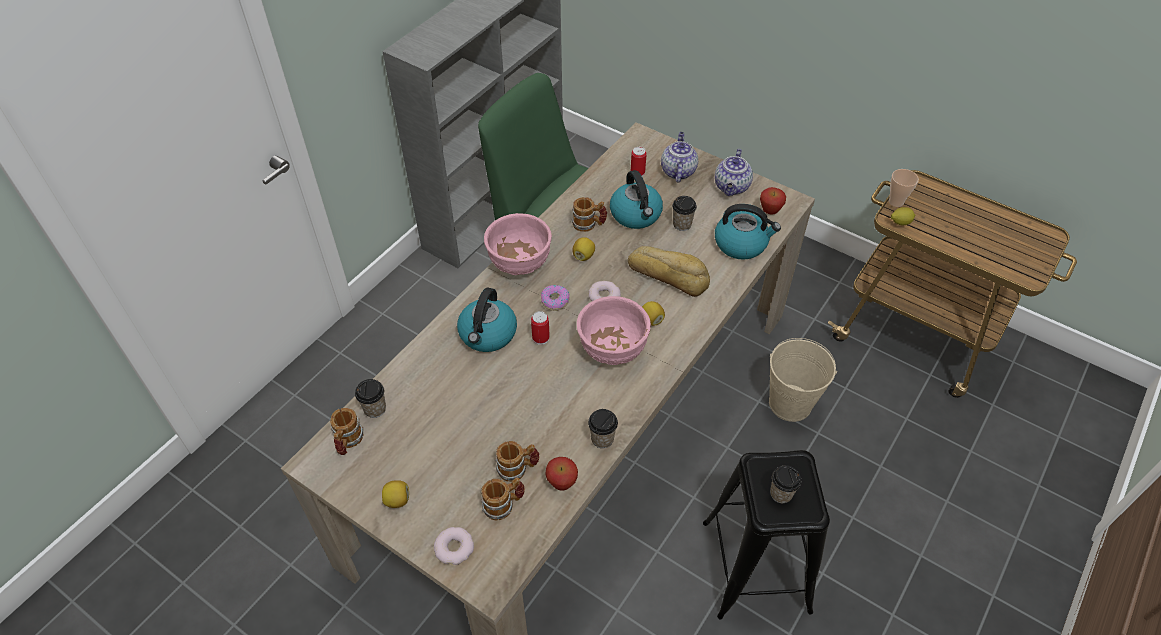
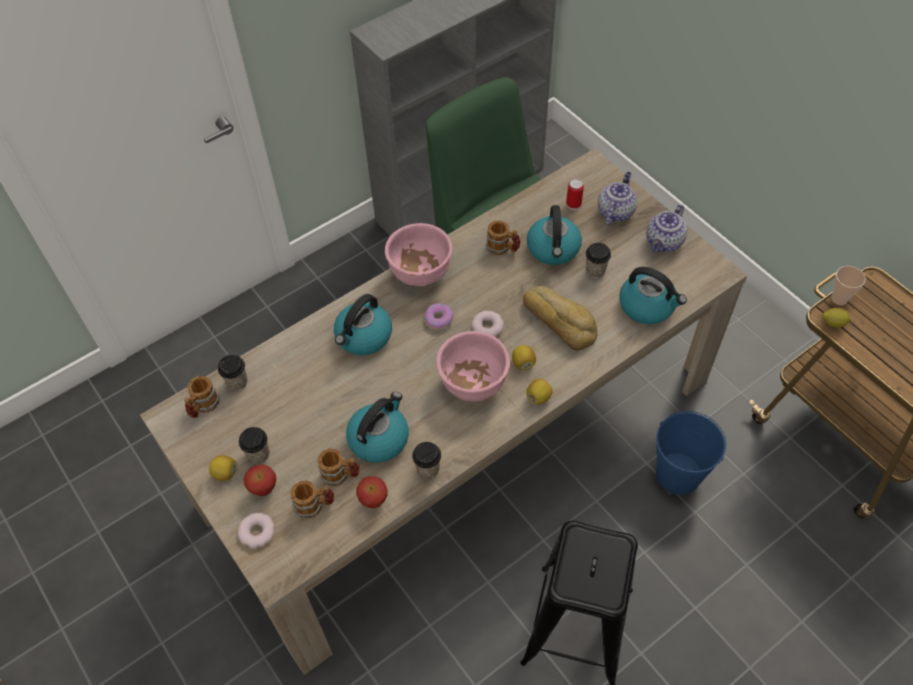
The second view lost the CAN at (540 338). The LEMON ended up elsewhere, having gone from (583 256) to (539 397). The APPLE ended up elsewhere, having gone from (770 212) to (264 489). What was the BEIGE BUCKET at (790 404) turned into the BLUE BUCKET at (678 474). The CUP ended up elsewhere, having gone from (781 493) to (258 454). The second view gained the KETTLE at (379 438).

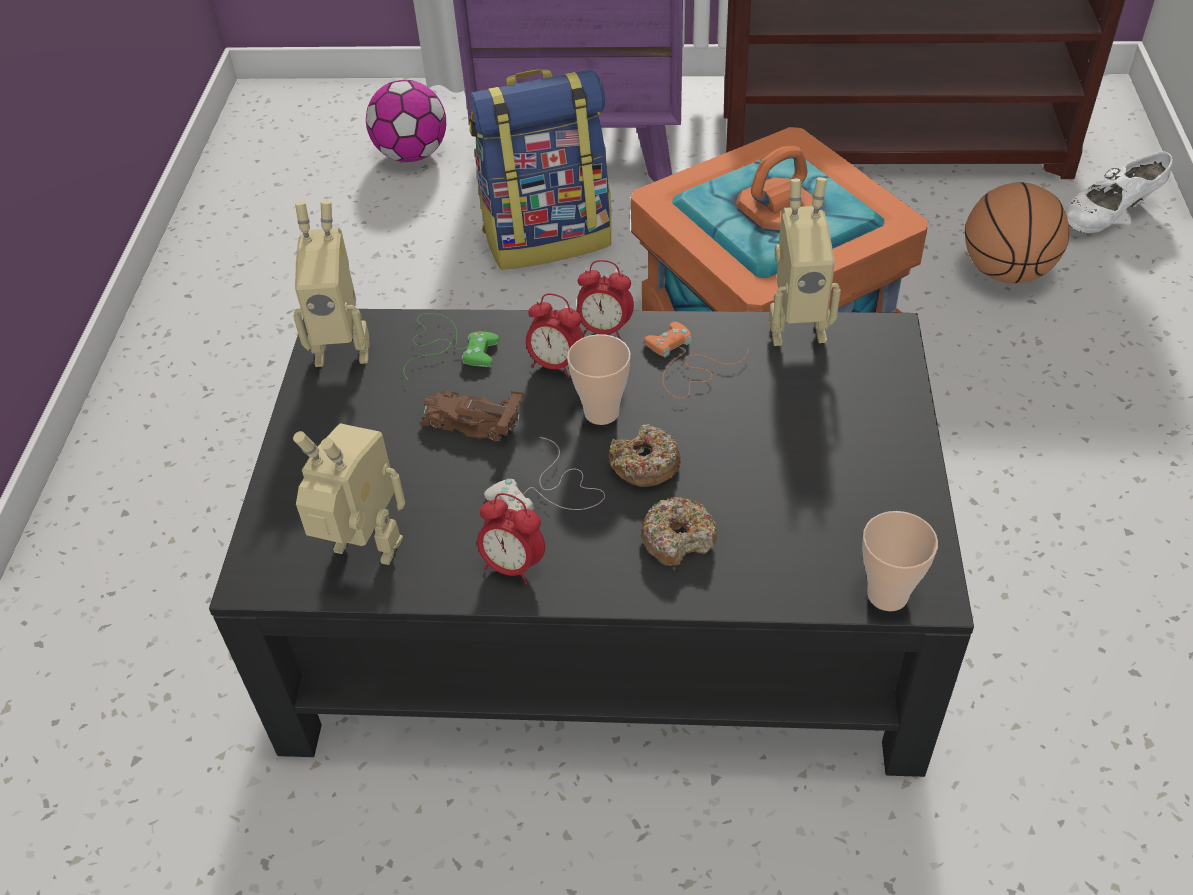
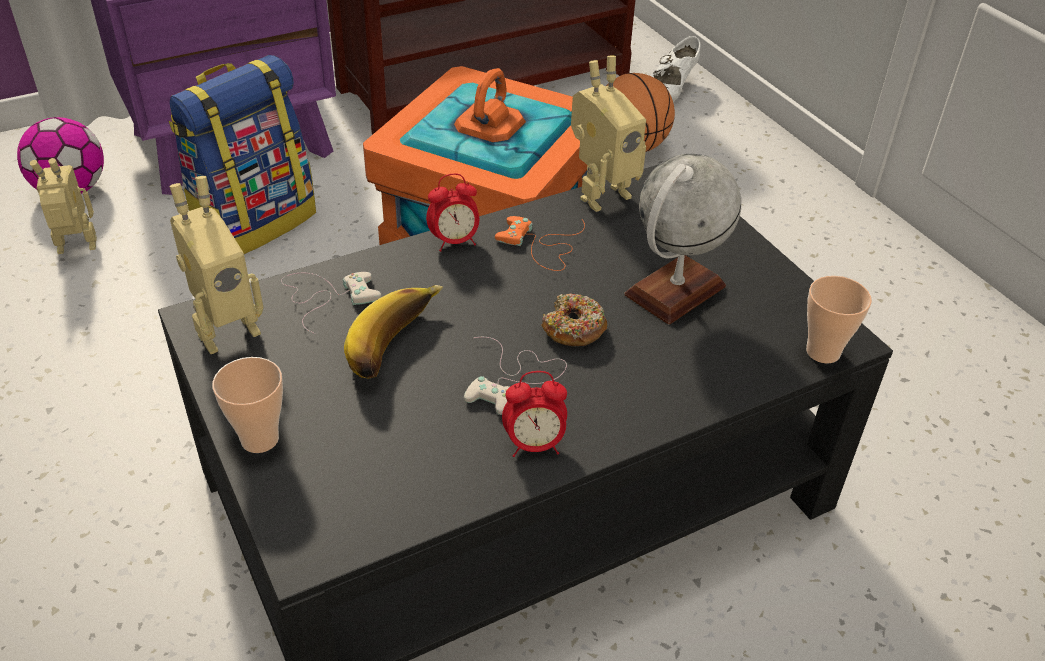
The TOY ROBOT ended up elsewhere, having gone from (363 554) to (77 249). What was the GREEN GAME CONTROLLER at (447 346) turned into the WHITE GAME CONTROLLER at (326 296). Where the BROWN TOY CAR stood at (471 421), the BANANA came to stand at (399 347). The second view lost the ALARM CLOCK at (556 365). The CUP ended up elsewhere, having gone from (601 412) to (260 439). The second view lost the DONUT at (678 538). The second view gained the GLOBE at (675 291).

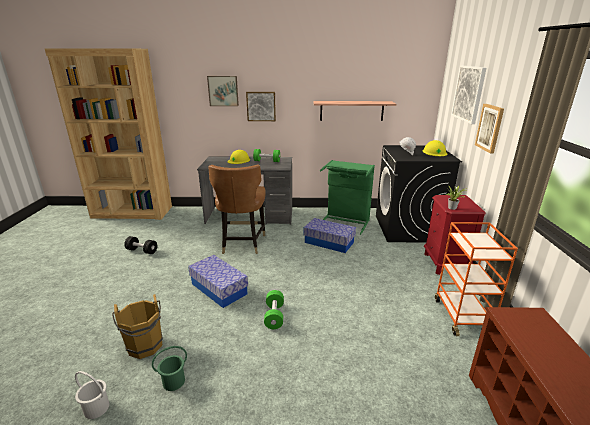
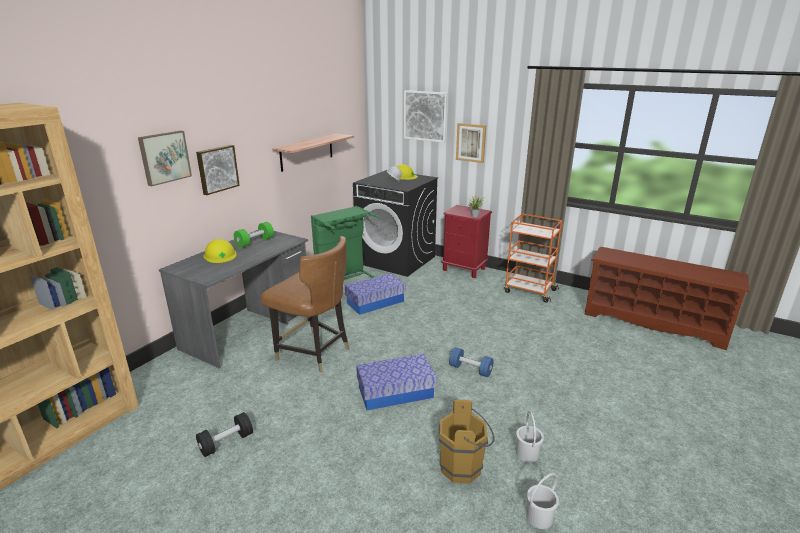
What was the GREEN BUCKET at (174 382) turned into the WHITE BUCKET at (527 453). What was the GREEN DUMBBELL at (274 316) turned into the BLUE DUMBBELL at (470 369).

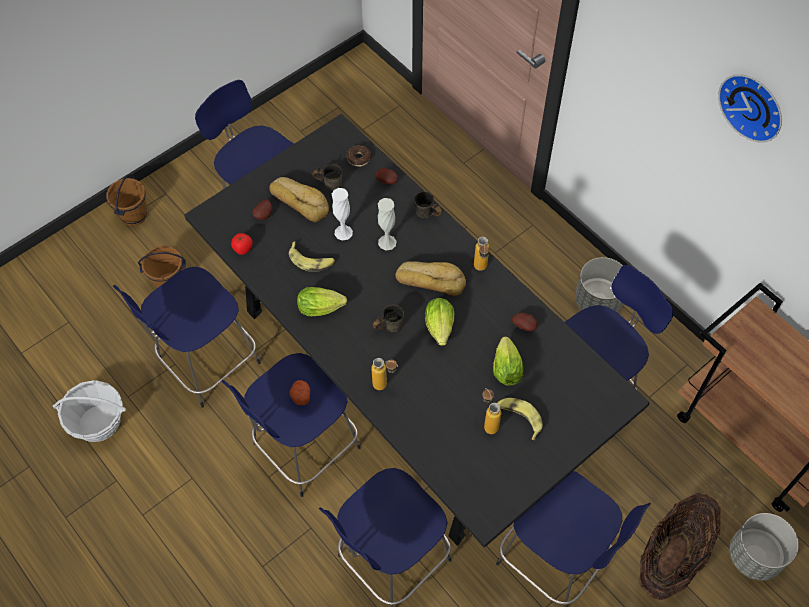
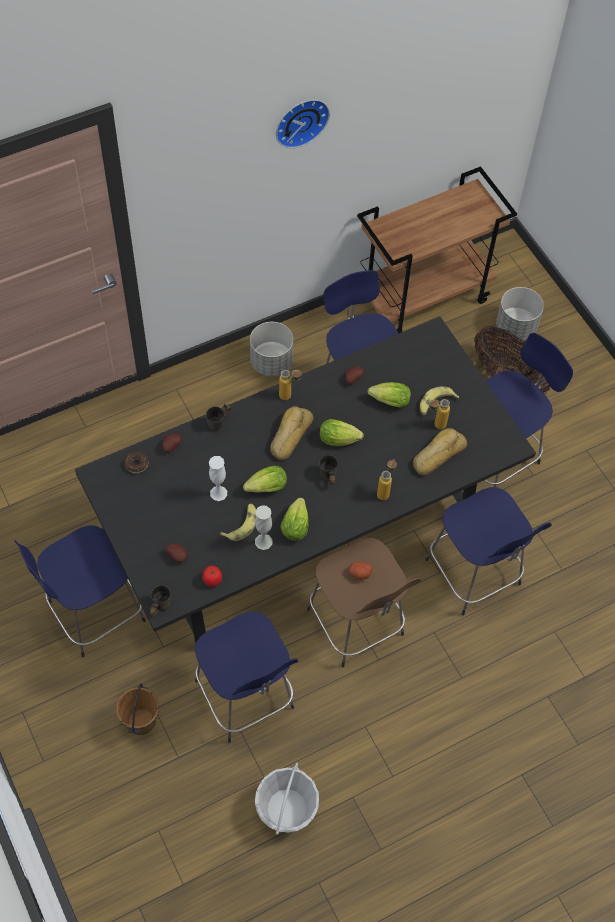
The second view lost the BROWN BUCKET at (134 216). What was the BLUE STOOL at (303 448) turned into the BROWN STOOL at (357 625). The BREAD ended up elsewhere, having gone from (300 201) to (437 454). The GREY MUG ended up elsewhere, having gone from (329 183) to (158 606). The WHITE VASE ended up elsewhere, having gone from (387 242) to (263 541). The second view gained the LETTUCE at (264 488).

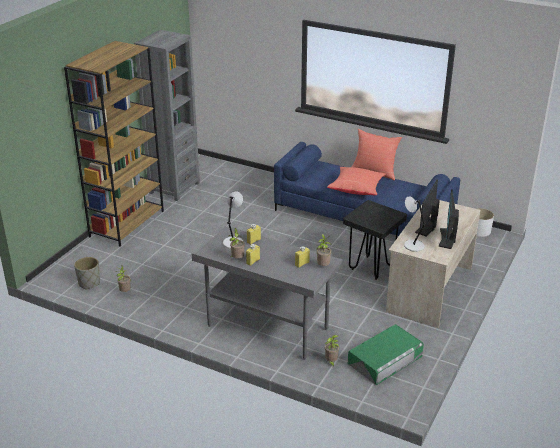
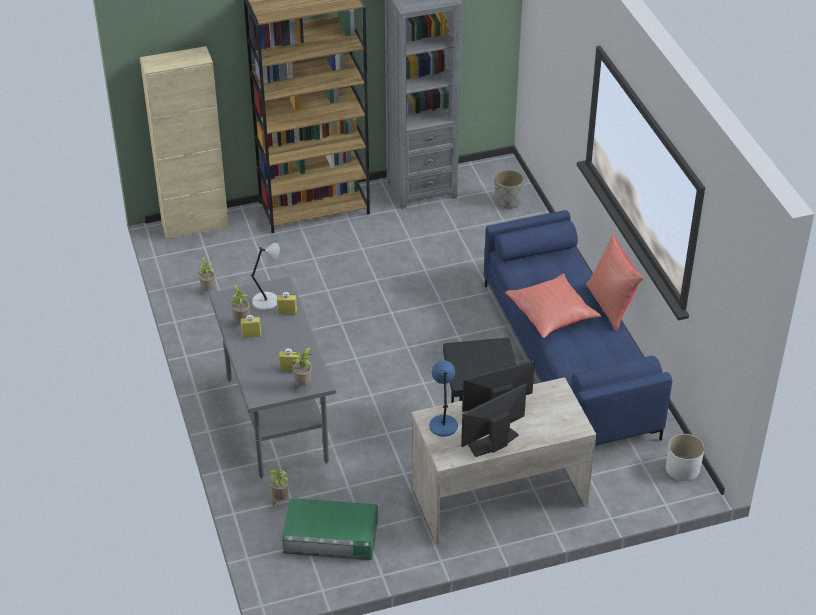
The GREY PLANTER ended up elsewhere, having gone from (89 283) to (508 201). What was the GREY TABLE LAMP at (413 245) turned into the BLUE TABLE LAMP at (443 424). The second view gained the BEIGE CABINET at (195 225).

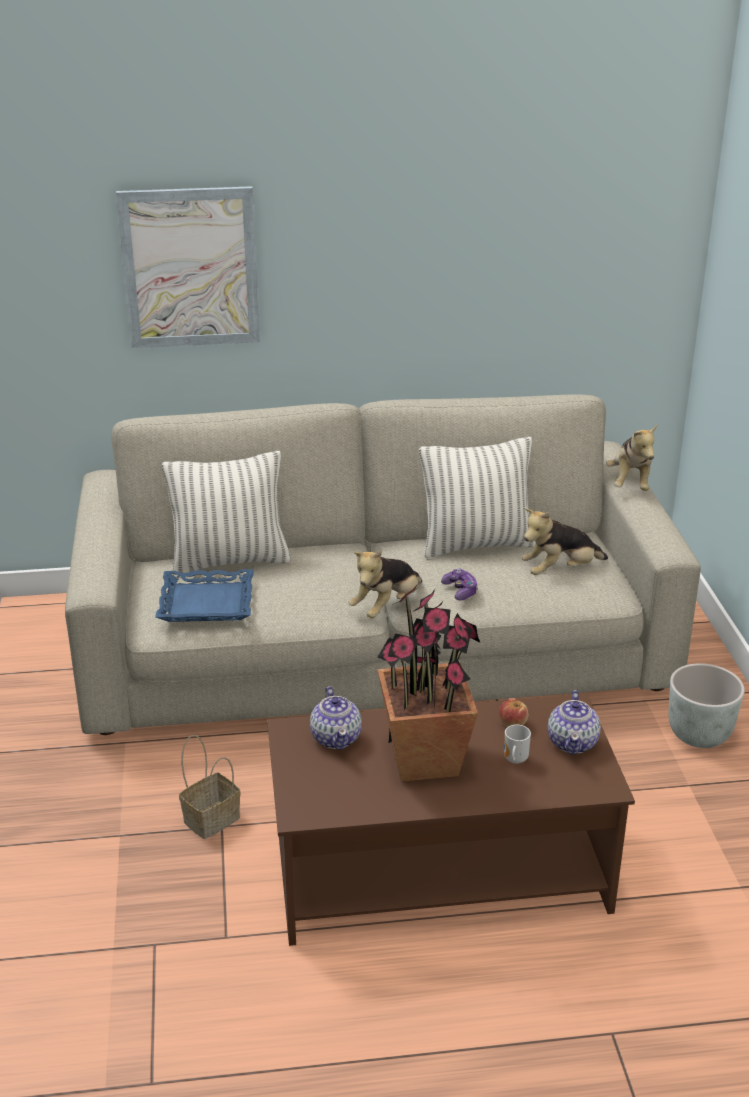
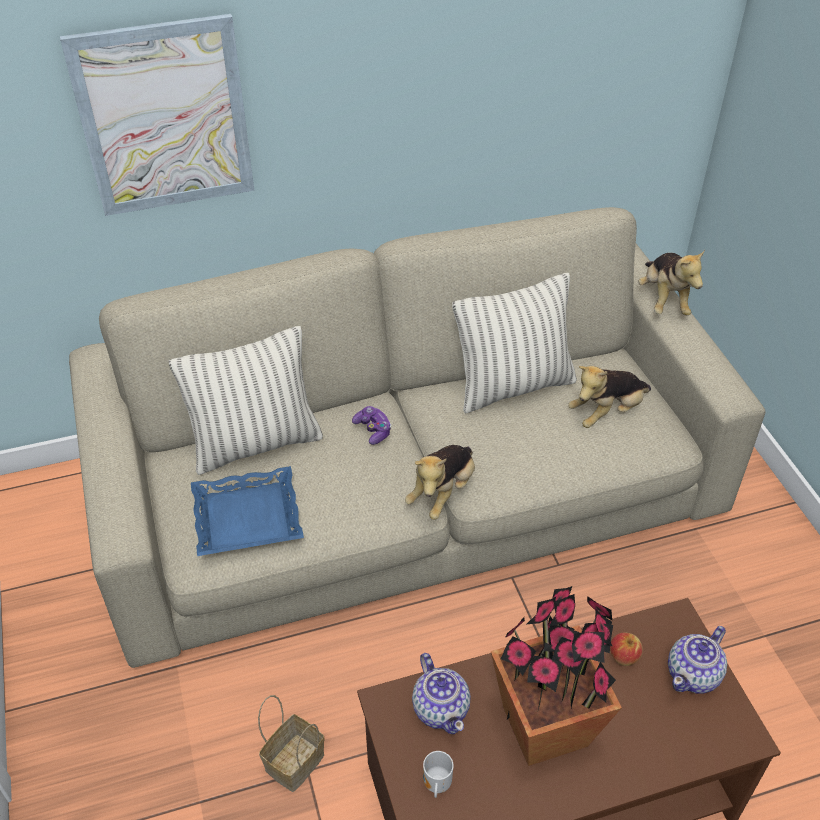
The GAME CONTROLLER ended up elsewhere, having gone from (460 591) to (373 430). The MUG ended up elsewhere, having gone from (514 760) to (435 785). The TEAPOT at (573 742) ended up facing another way, 45 degrees clockwise from before. The second view lost the GREY PLANTER at (700 735).

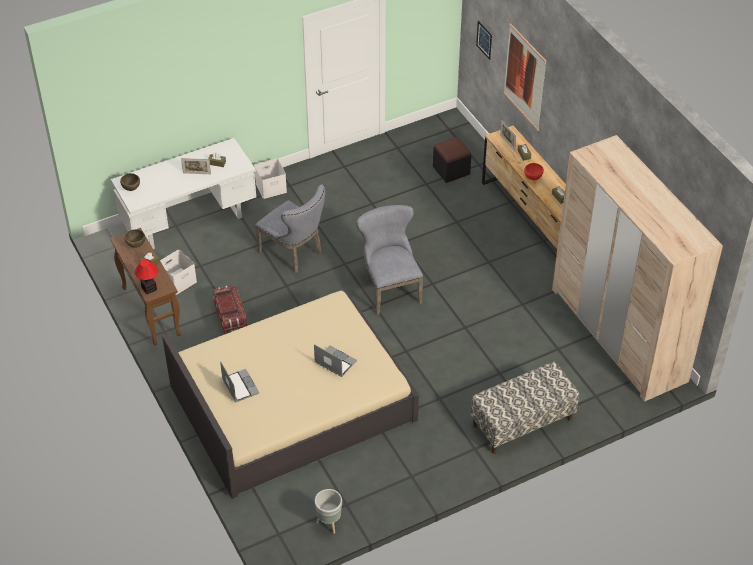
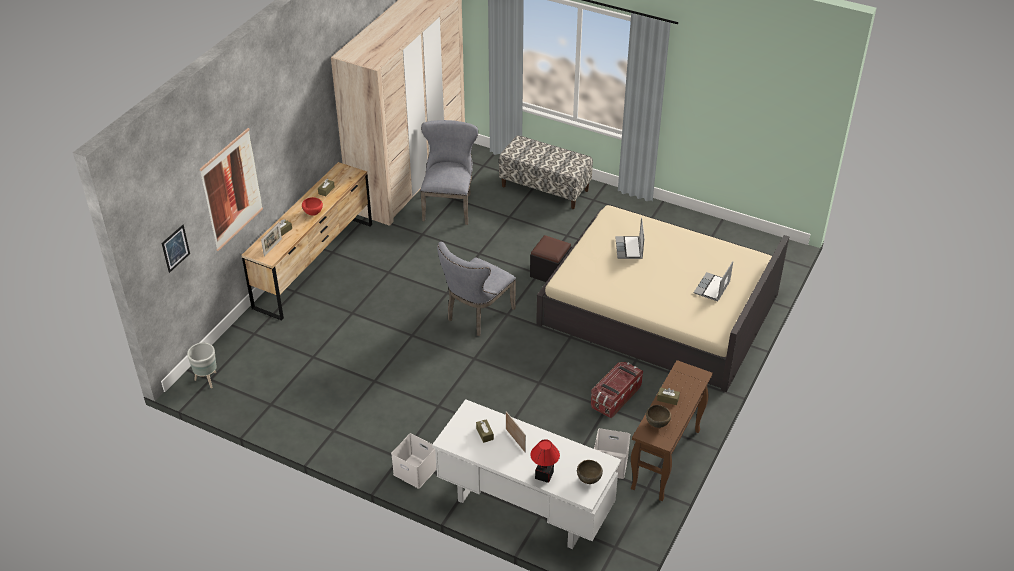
The TABLE LAMP ended up elsewhere, having gone from (149 289) to (544 475). The GREY CHAIR ended up elsewhere, having gone from (294 253) to (449 205). The GREY PLANTER ended up elsewhere, having gone from (329 524) to (207 380). The BLACK OTTOMAN ended up elsewhere, having gone from (451 170) to (550 272).

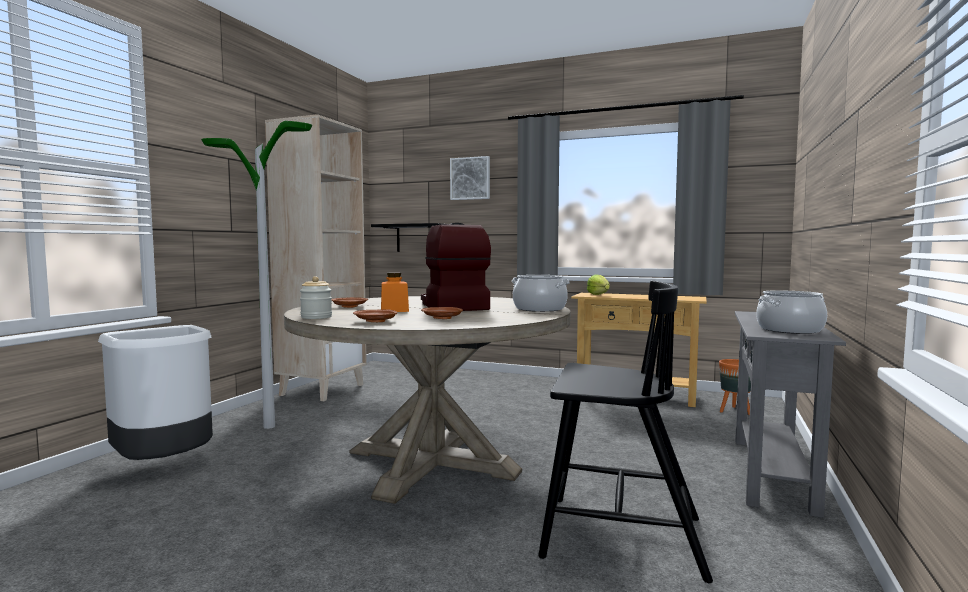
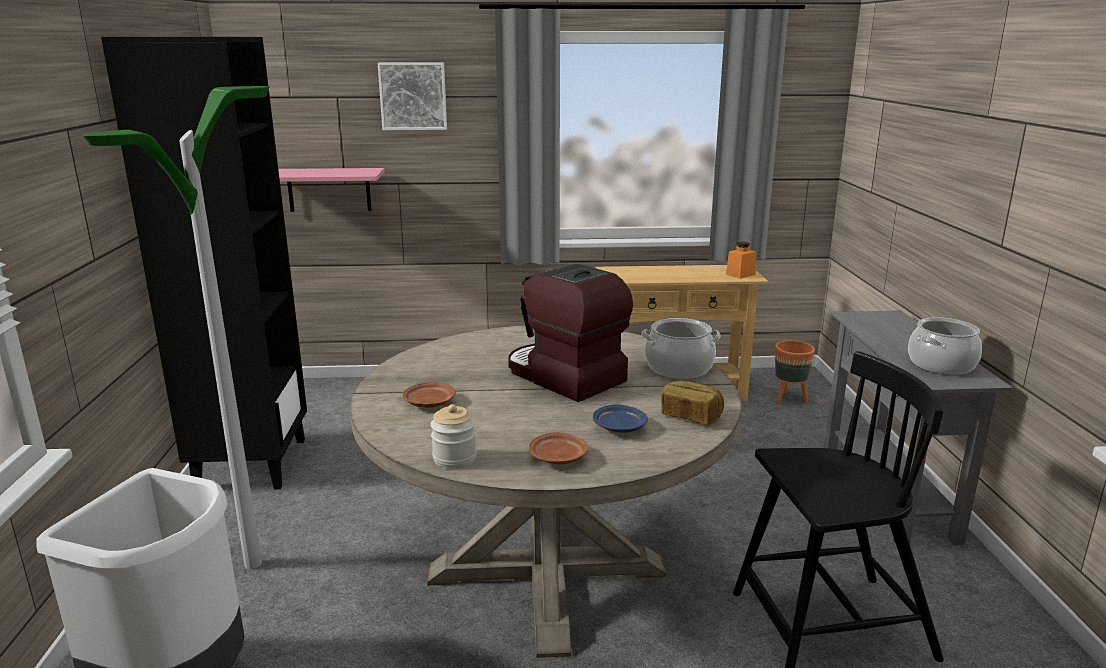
What was the BEIGE BOOKCASE at (322 389) turned into the BLACK BOOKCASE at (251 463). What was the BLACK SHELF at (419 238) turned into the PINK SHELF at (329 189). The ORANGE JAR ended up elsewhere, having gone from (394 310) to (740 274). What was the BROWN PLATE at (442 318) turned into the BLUE PLATE at (619 428). The second view lost the LETTUCE at (598 295). The second view gained the BREAD at (691 416).

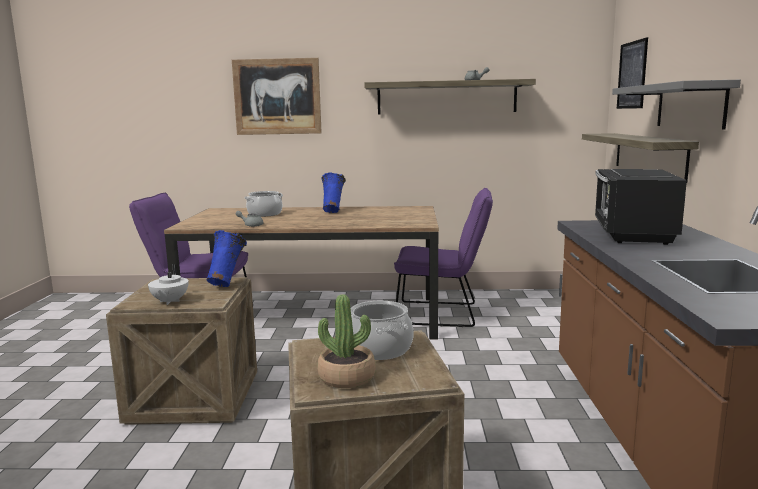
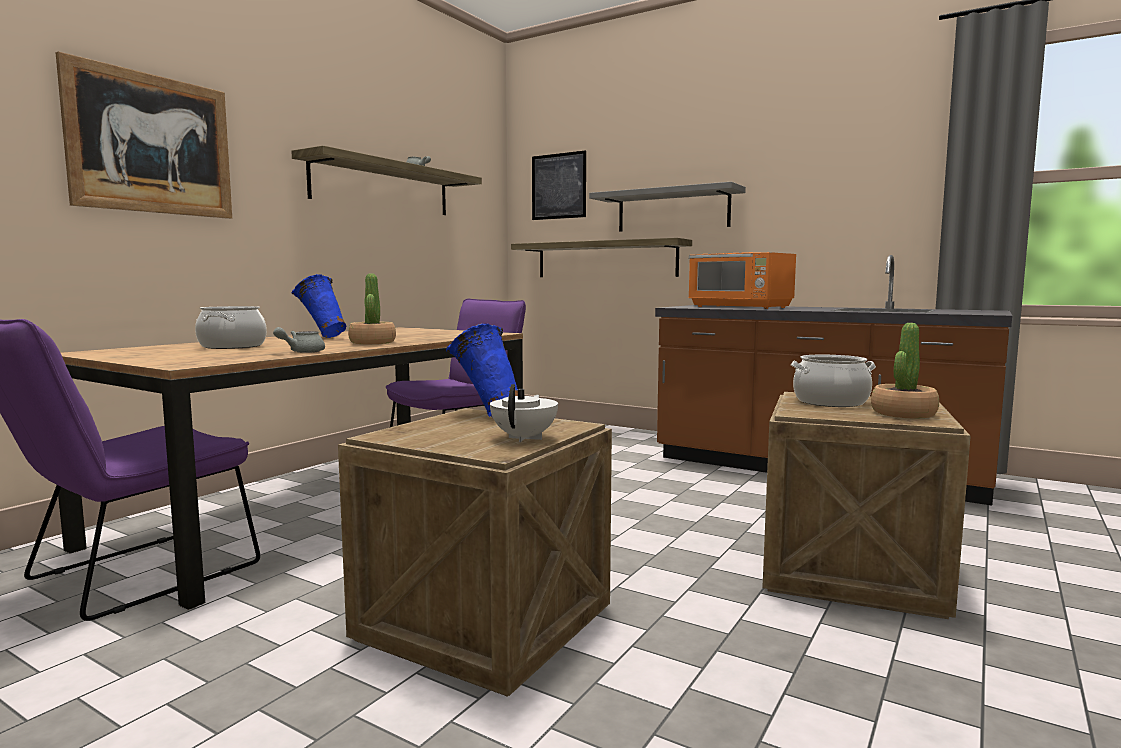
The WHITE TEAPOT at (169 302) ended up facing another way, 105 degrees counterclockwise from before. What was the BLACK MICROWAVE at (632 234) turned into the ORANGE MICROWAVE at (740 307). The second view gained the POTTED PLANT at (372 342).

